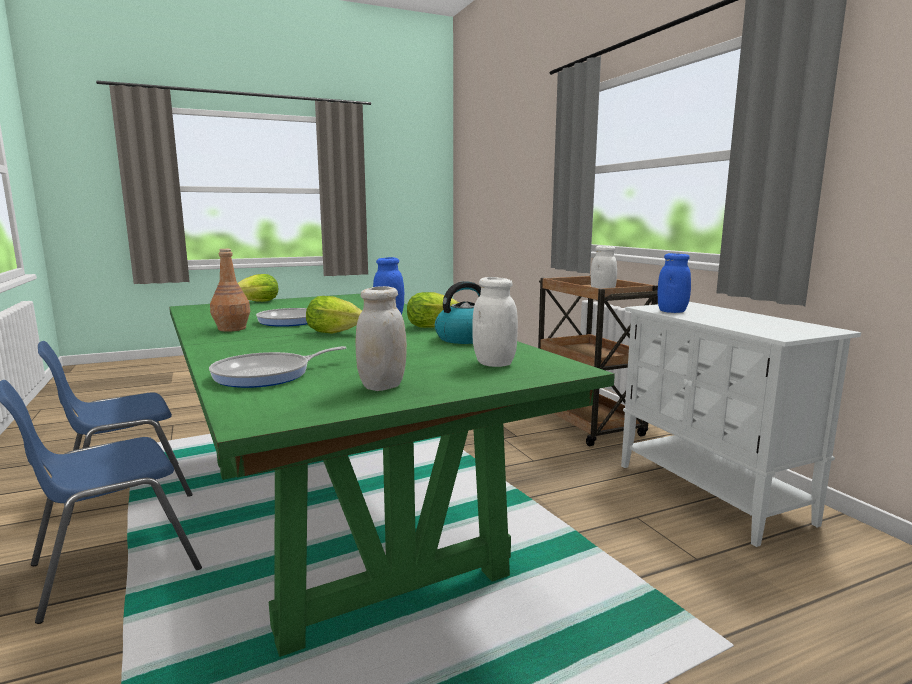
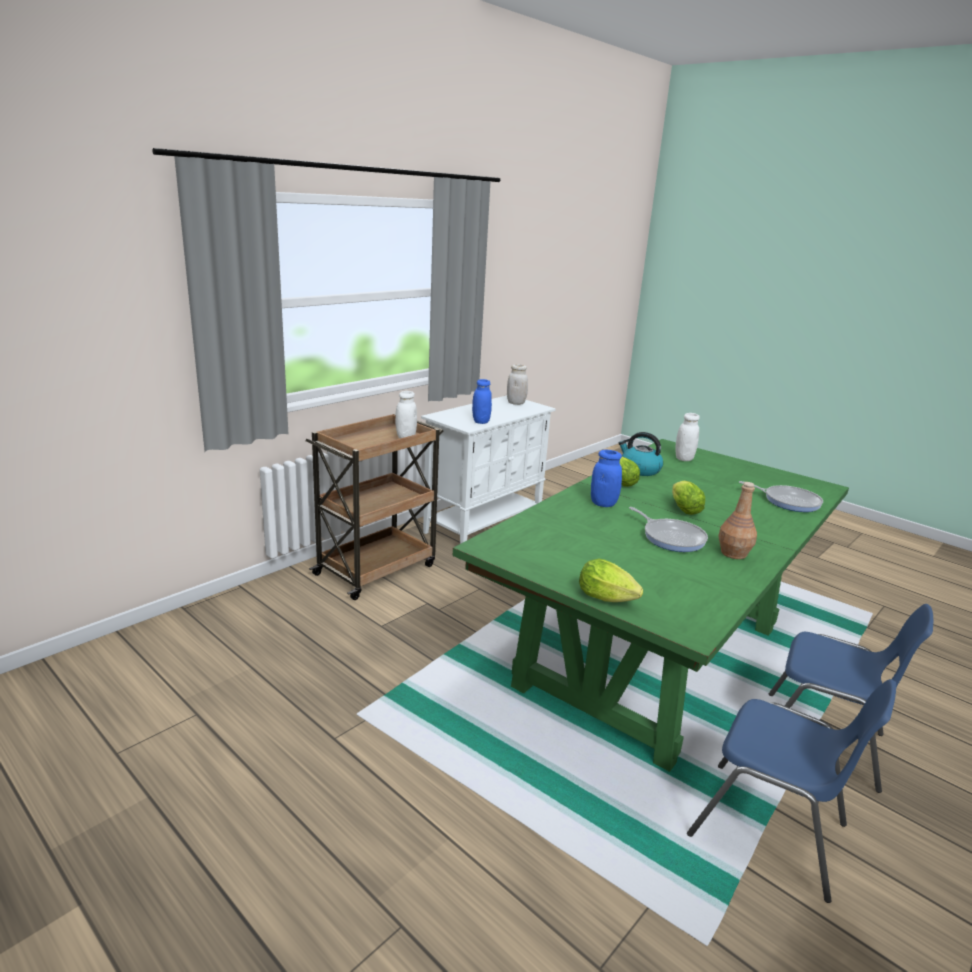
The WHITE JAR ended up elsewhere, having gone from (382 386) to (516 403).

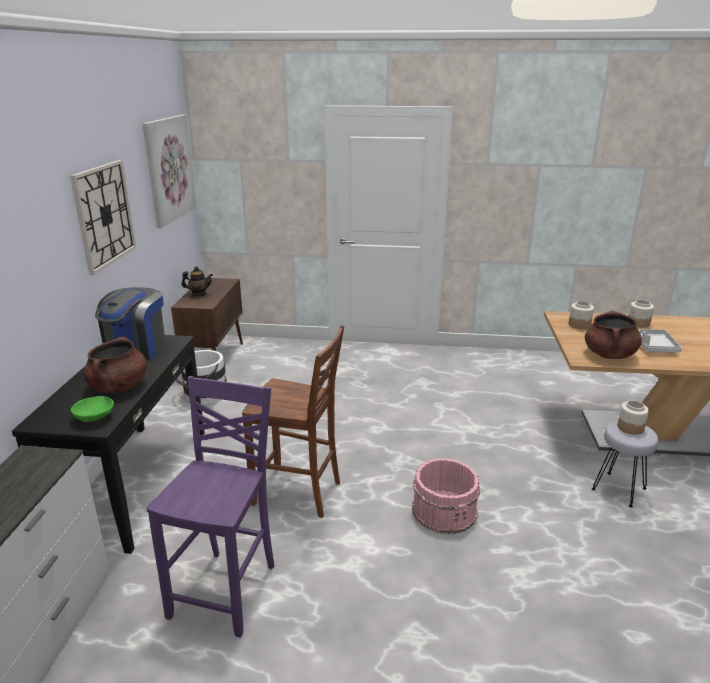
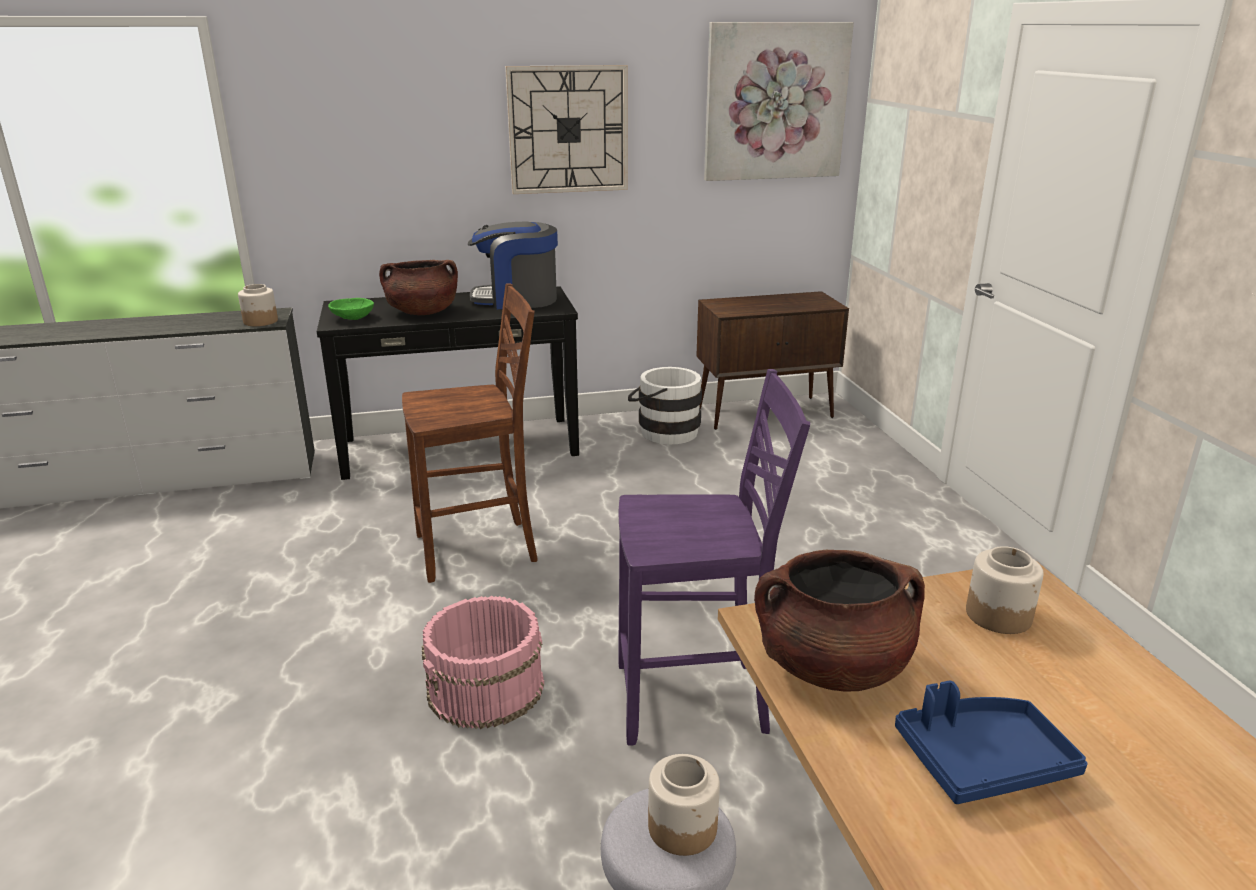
The PURPLE CHAIR ended up elsewhere, having gone from (227 590) to (695 701). The second view lost the TEAPOT at (199 294). The BROWN CHAIR at (299 493) ended up facing another way, 105 degrees counterclockwise from before. The JAR ended up elsewhere, having gone from (638 323) to (260 321). What was the GREY TRAY at (654 346) turned into the BLUE TRAY at (982 761).

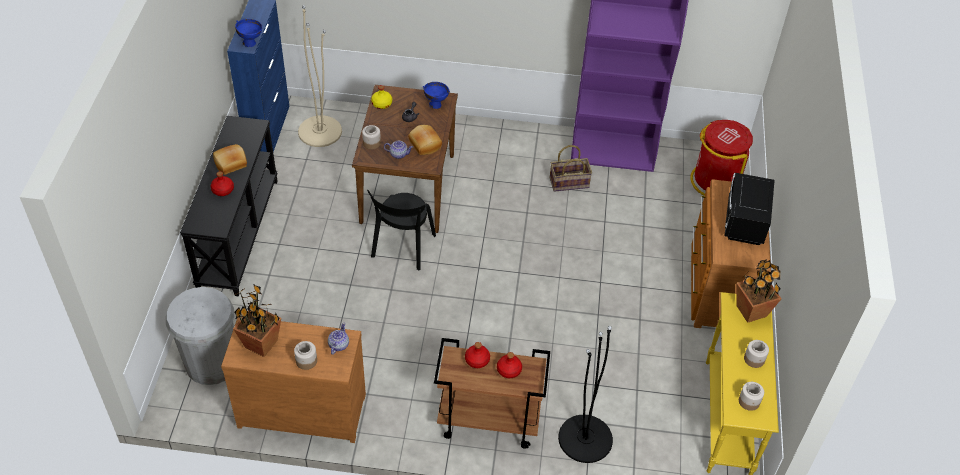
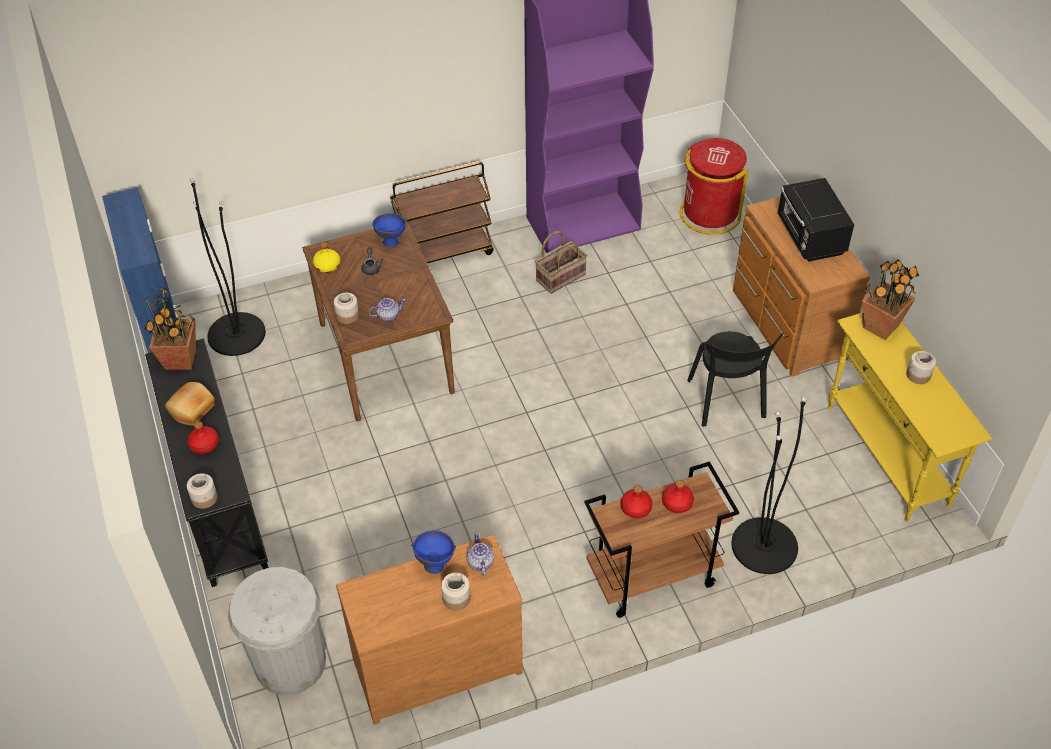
The POTTED PLANT ended up elsewhere, having gone from (261 344) to (180 360). The BLUE BOWL ended up elsewhere, having gone from (250 42) to (434 564). What was the BEIGE FLOOR LAMP at (320 131) turned into the BLACK FLOOR LAMP at (236 334). The BLACK CHAIR ended up elsewhere, having gone from (402 248) to (727 402). The second view lost the BREAD at (424 145). The JAR ended up elsewhere, having gone from (749 401) to (204 498). The second view gained the BROWN CART at (444 252).

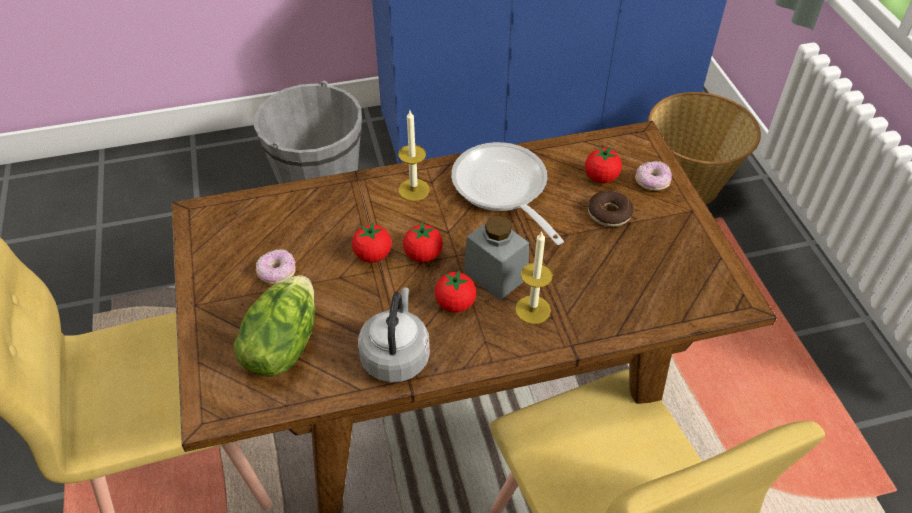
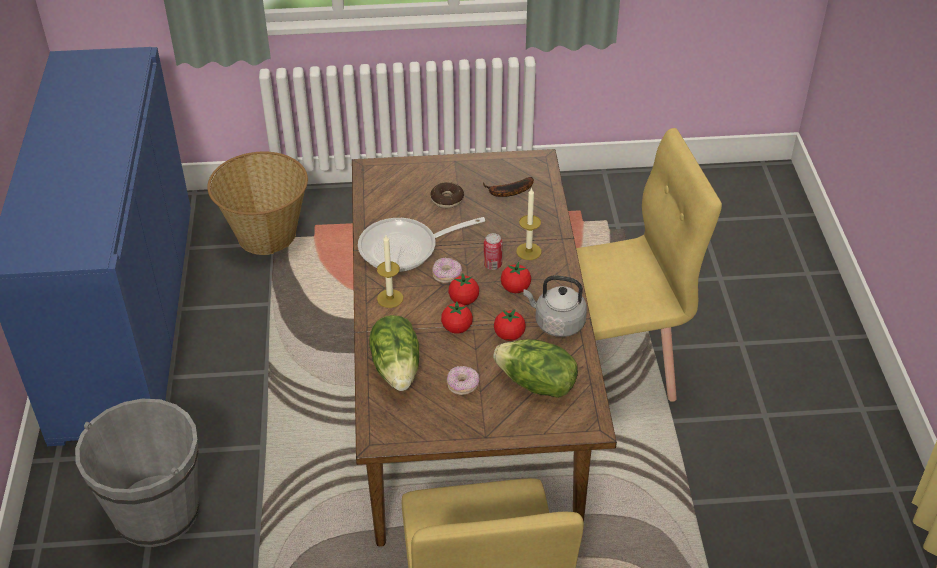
Where the GREY JAR stood at (495 275), the CAN came to stand at (492 265). The TOMATO ended up elsewhere, having gone from (601 177) to (509 335). The DONUT ended up elsewhere, having gone from (652 182) to (447 275). The second view gained the LETTUCE at (397 368). The second view gained the BANANA at (508 192).

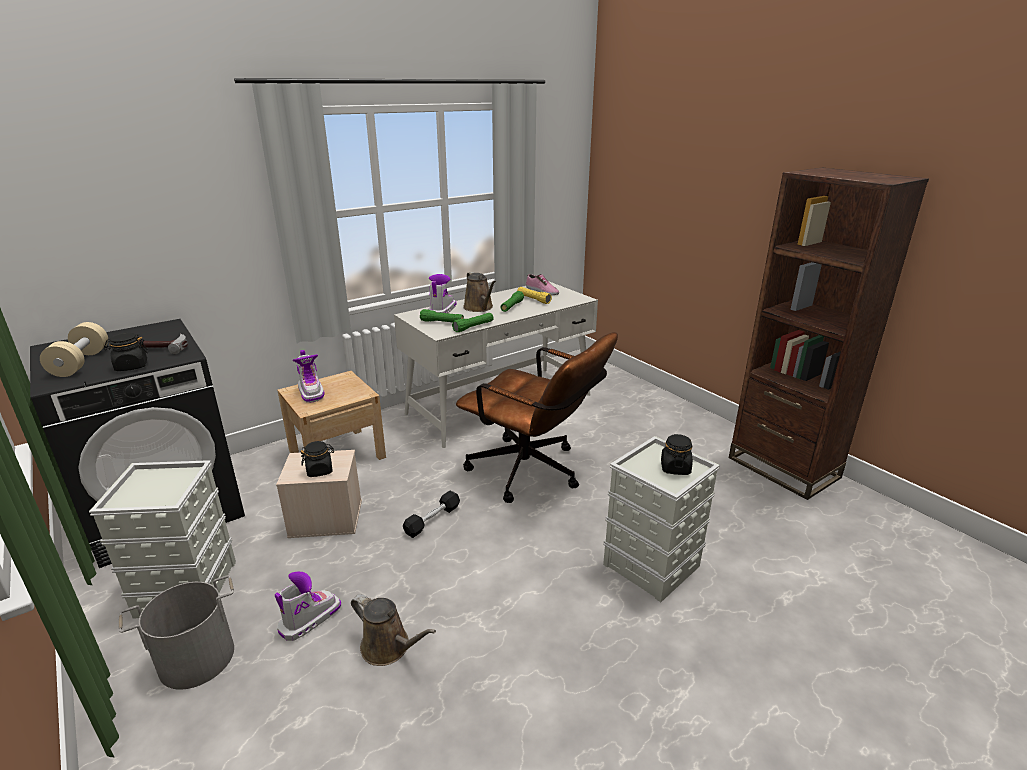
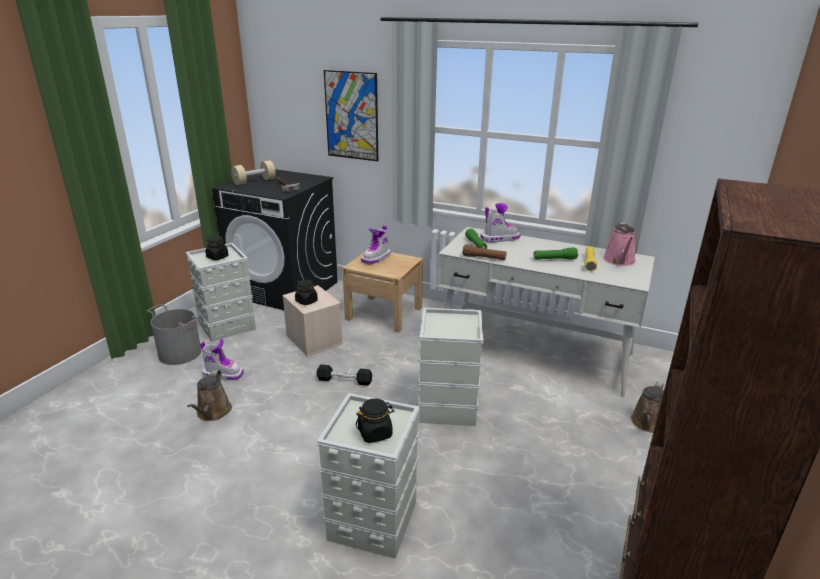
The BLACK JAR ended up elsewhere, having gone from (131 366) to (217 257). What was the GREEN FLASHLIGHT at (473 327) turned into the BROWN FLASHLIGHT at (484 258). Where the BROWN OFFICE CHAIR stood at (533 473), the GREY STORAGE BOX came to stand at (447 407). The BROWN WATERING CAN ended up elsewhere, having gone from (479 308) to (647 423). Where the SHOE stood at (541 291), the PINK WATERING CAN came to stand at (619 261). The second view gained the PICTURE at (351 116).

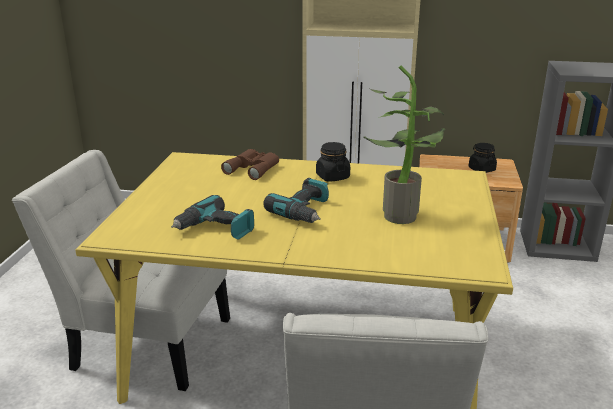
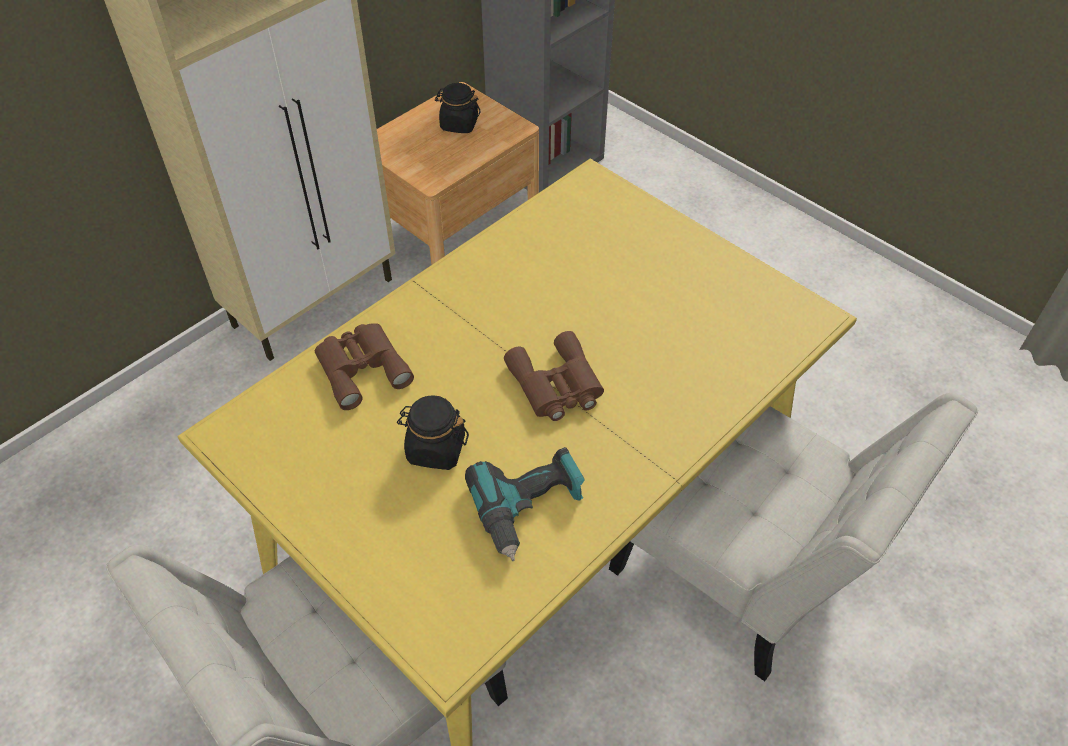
Where the POWER DRILL stood at (305 211), the BROWN BINOCULARS came to stand at (556 386). The BLACK JAR ended up elsewhere, having gone from (332 177) to (435 449). The second view lost the POTTED PLANT at (402 214).

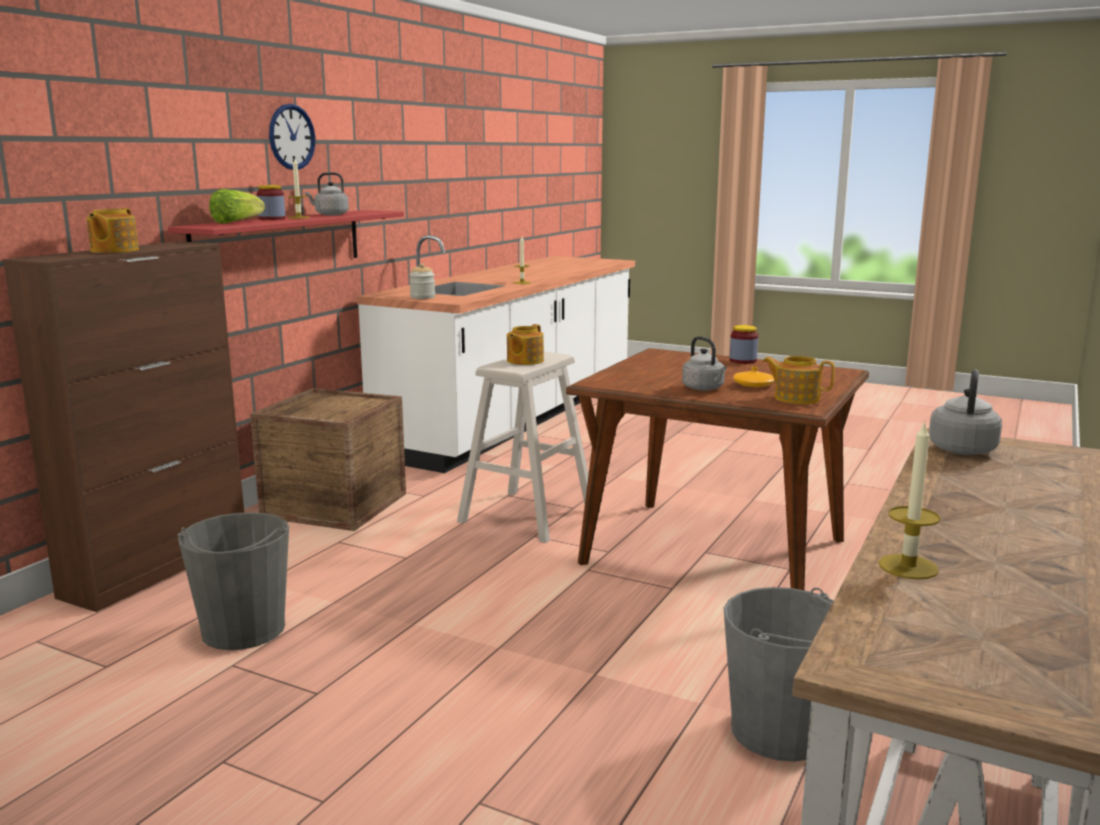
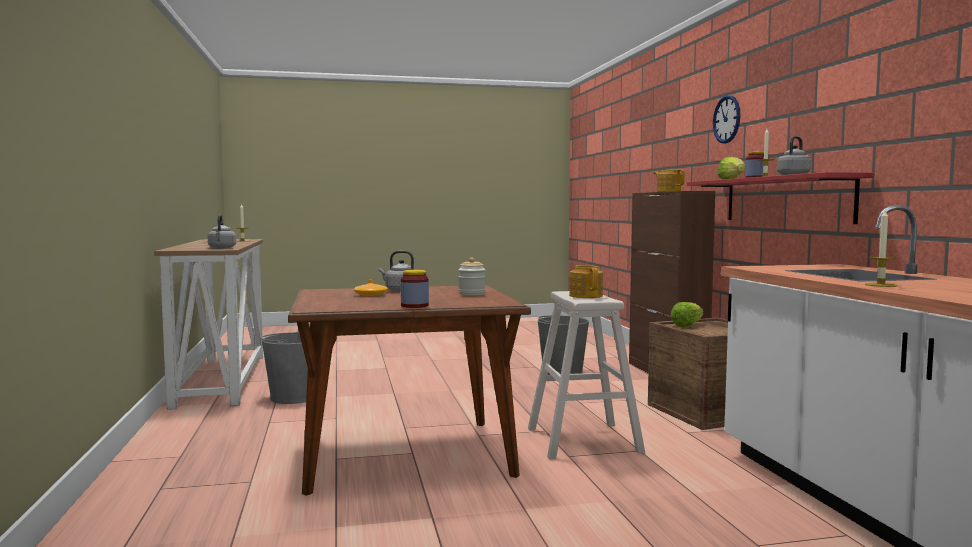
The WALL CLOCK ended up elsewhere, having gone from (291 137) to (727 119). The JAR ended up elsewhere, having gone from (422 297) to (471 294). The second view lost the TEAPOT at (796 398). The second view gained the LETTUCE at (687 325).

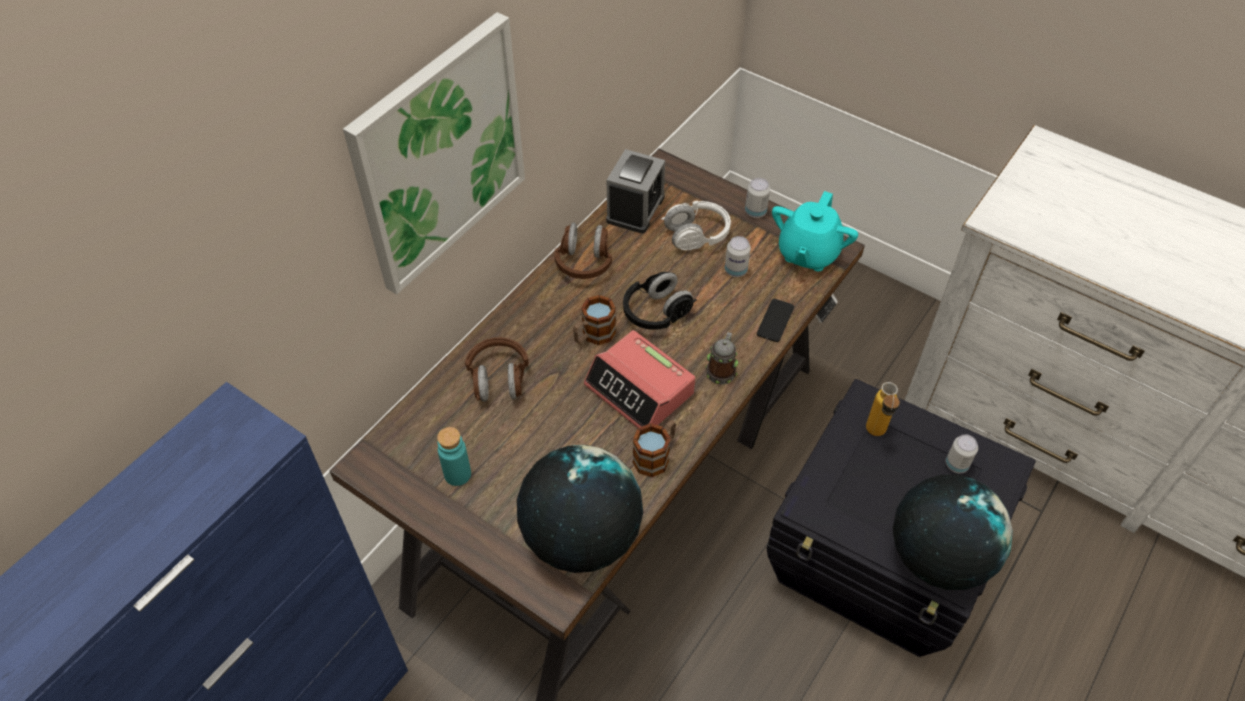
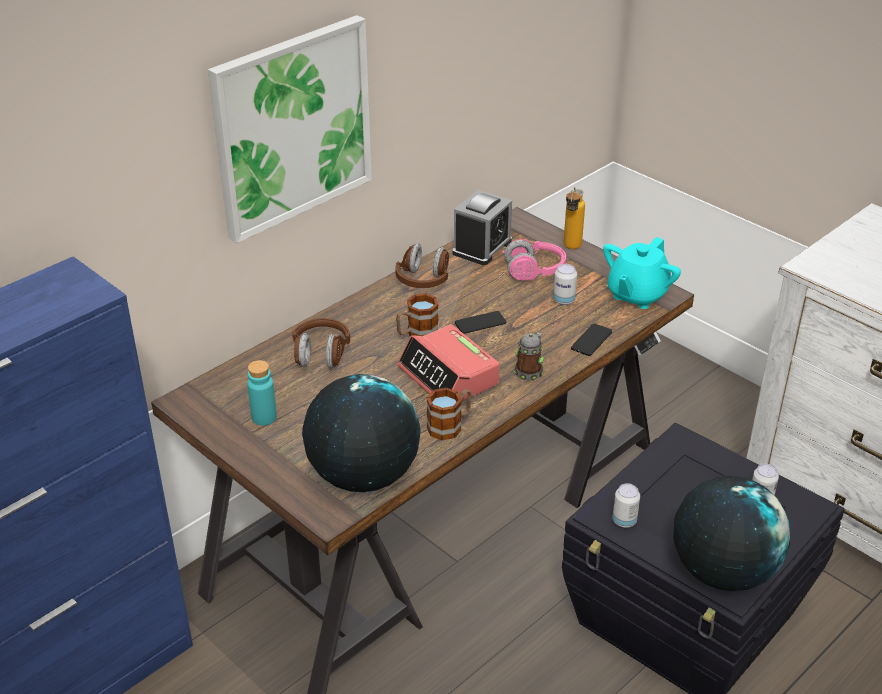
Where the BLACK HEADPHONES stood at (656 313), the PHONE came to stand at (480 323). What was the WHITE HEADPHONES at (696 235) turned into the PINK HEADPHONES at (534 271). The CAN ended up elsewhere, having gone from (755 212) to (624 521). The BOTTLE ended up elsewhere, having gone from (876 435) to (570 249).

